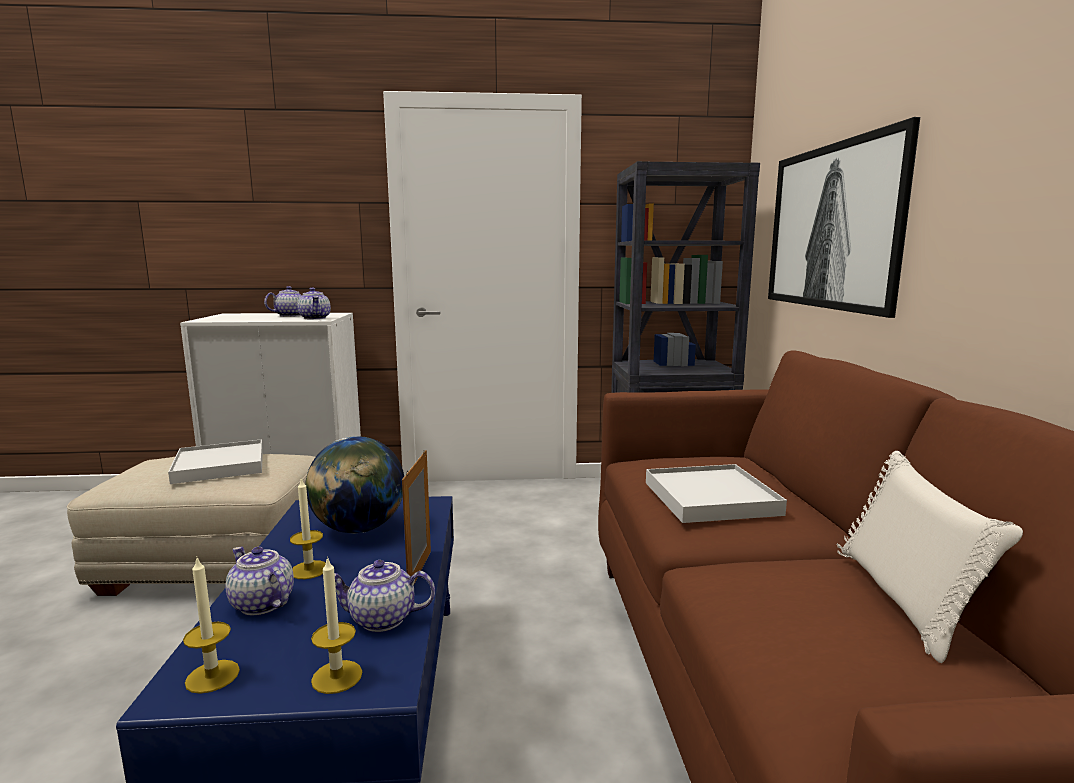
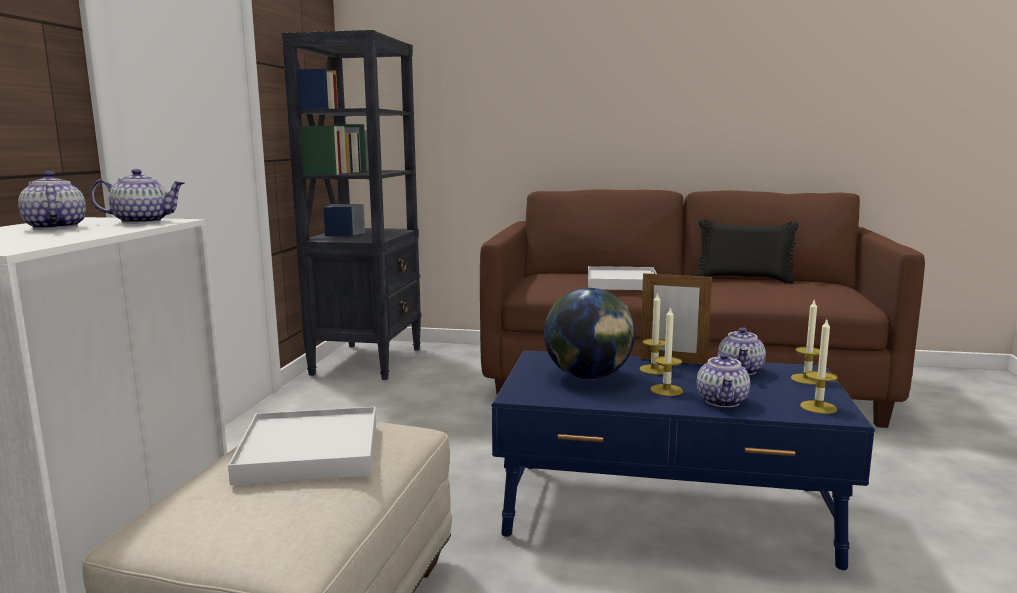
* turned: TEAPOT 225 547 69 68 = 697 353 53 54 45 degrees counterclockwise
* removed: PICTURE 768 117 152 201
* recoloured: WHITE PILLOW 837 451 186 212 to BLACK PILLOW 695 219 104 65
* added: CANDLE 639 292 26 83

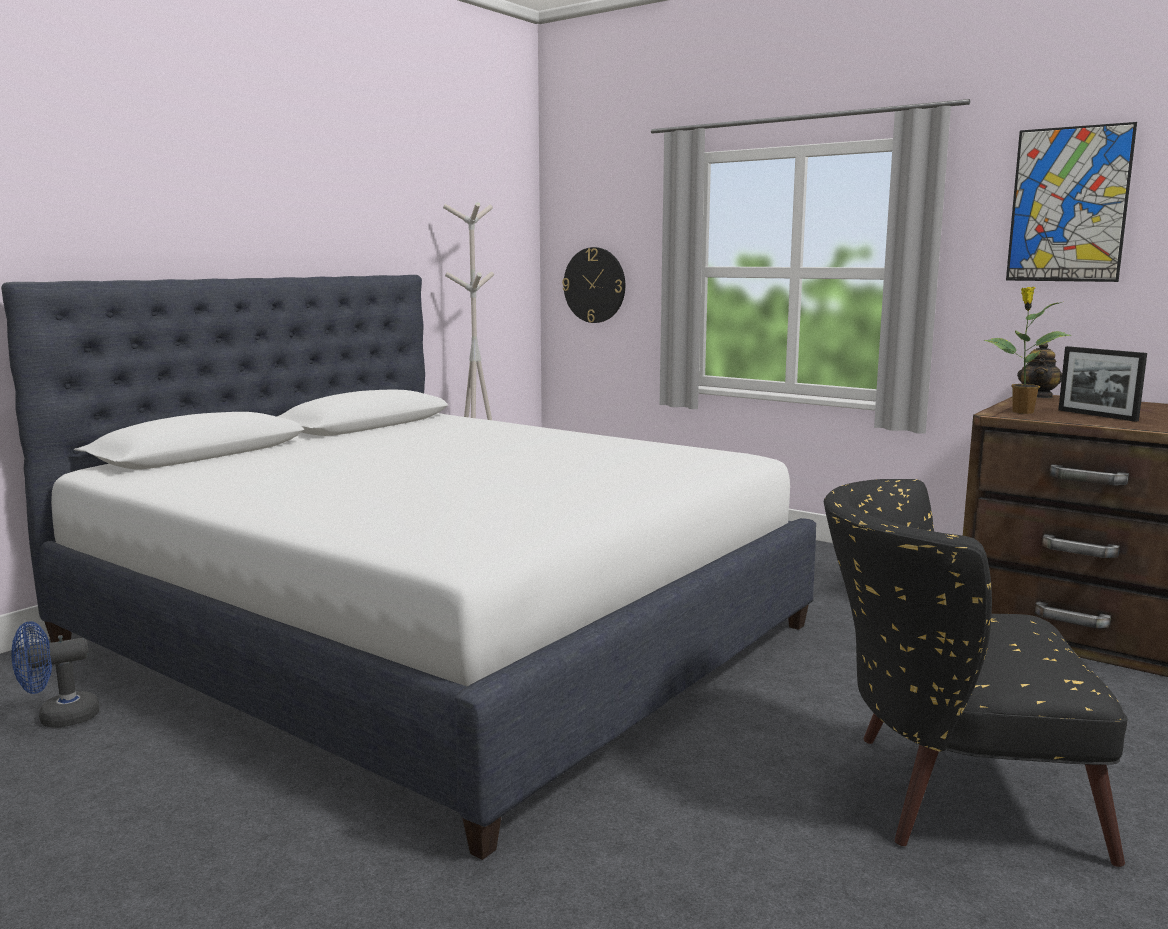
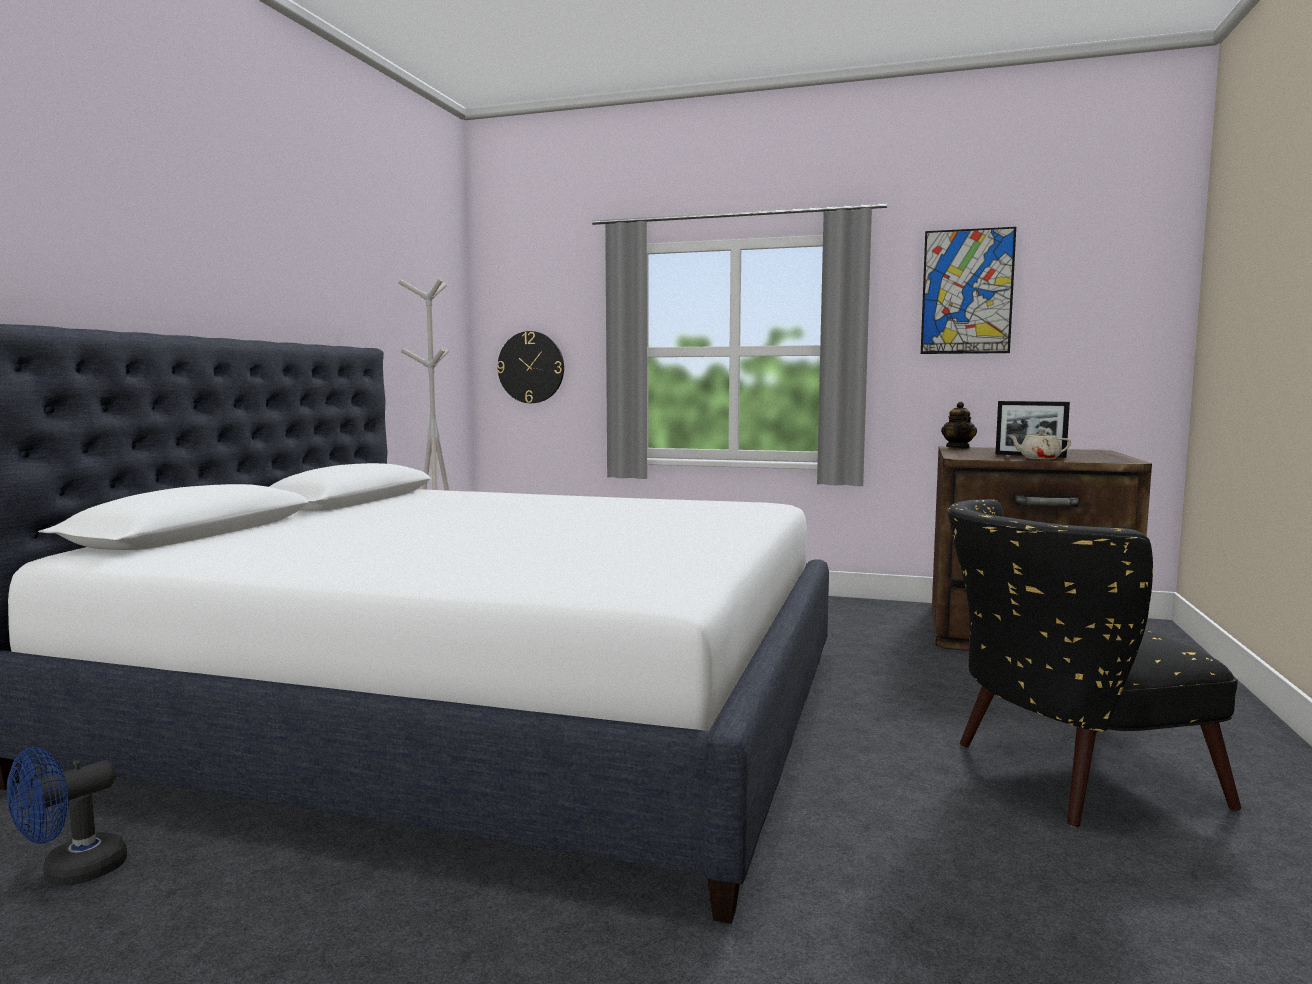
* removed: POTTED PLANT 984 287 87 127
* added: BEIGE TEAPOT 1008 429 63 30

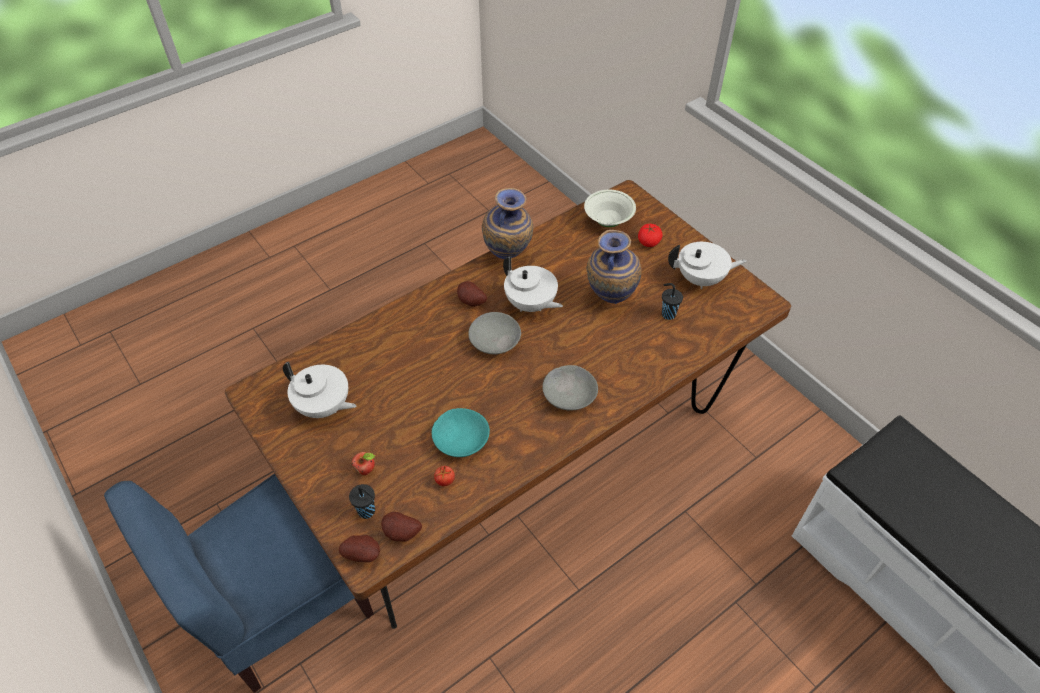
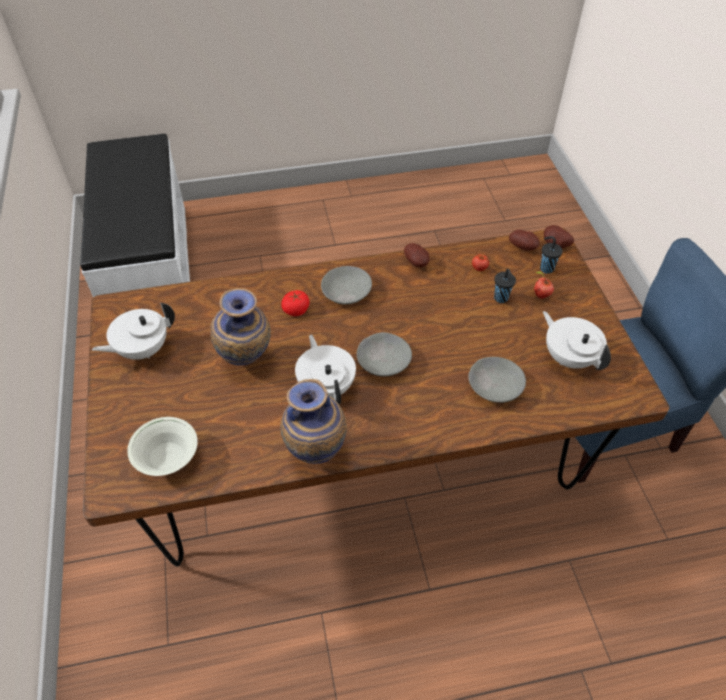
* removed: TURQUOISE BOWL 432 408 58 49
* moved: POTATO 457 281 30 26 to 404 243 25 24
* moved: TOMATO 638 224 25 23 to 281 290 28 26
* moved: BLACK CUP 662 283 21 37 to 494 269 22 34
* turned: WHITE TEAPOT 668 242 79 47 = 92 303 83 57 60 degrees counterclockwise
* added: GREY BOWL 468 357 58 46

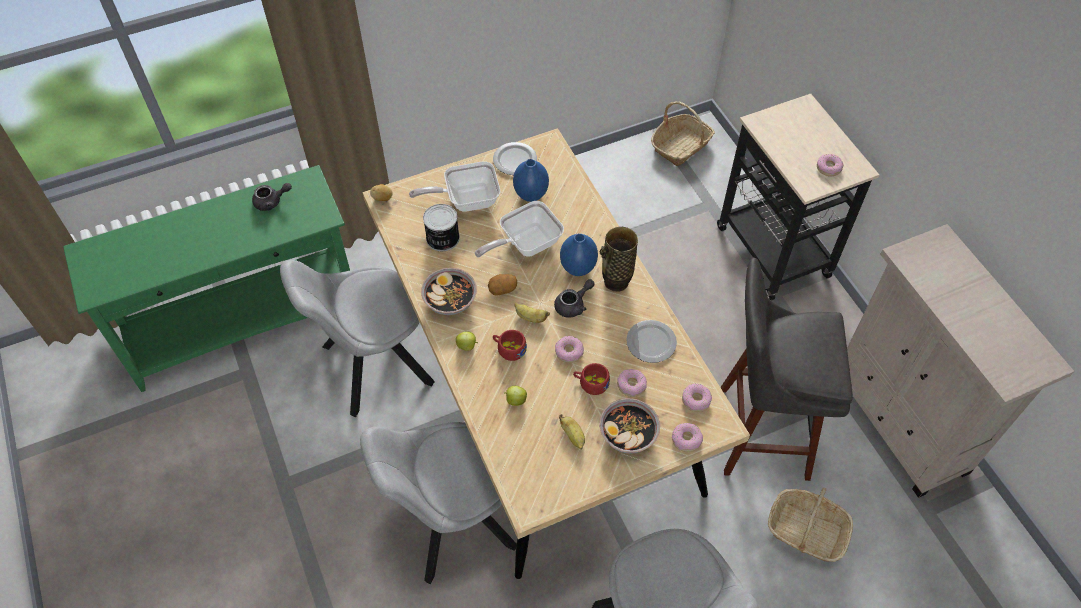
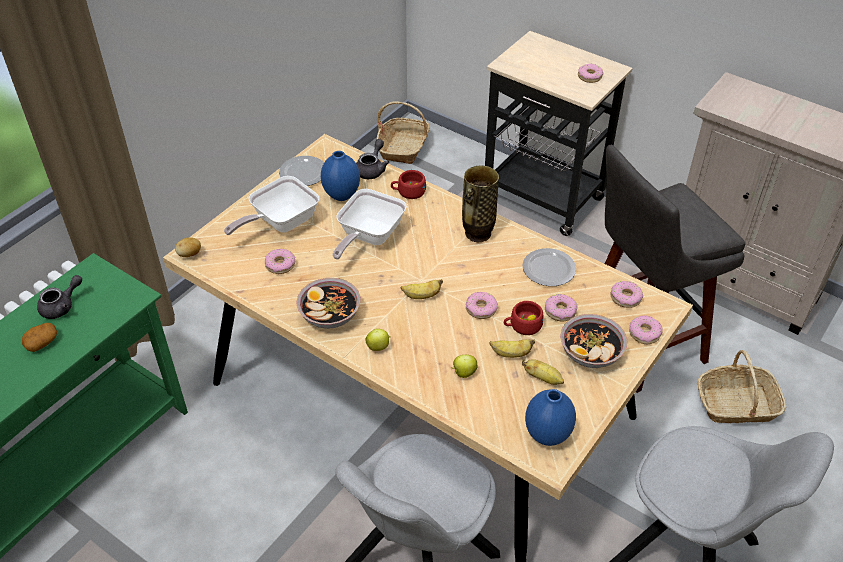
* removed: GREY CHAIR 280 260 155 157
* replaced: CAN 423 204 37 47 to DONUT 265 249 30 25
* moved: POTATO 488 274 29 22 to 22 323 35 29
* moved: RED CUP 493 330 34 31 to 391 170 35 29
* moved: GREY TEAPOT 554 279 41 39 to 356 139 33 40
* moved: BLUE VASE 560 233 38 43 to 525 389 51 57
* added: BANANA 489 339 46 19

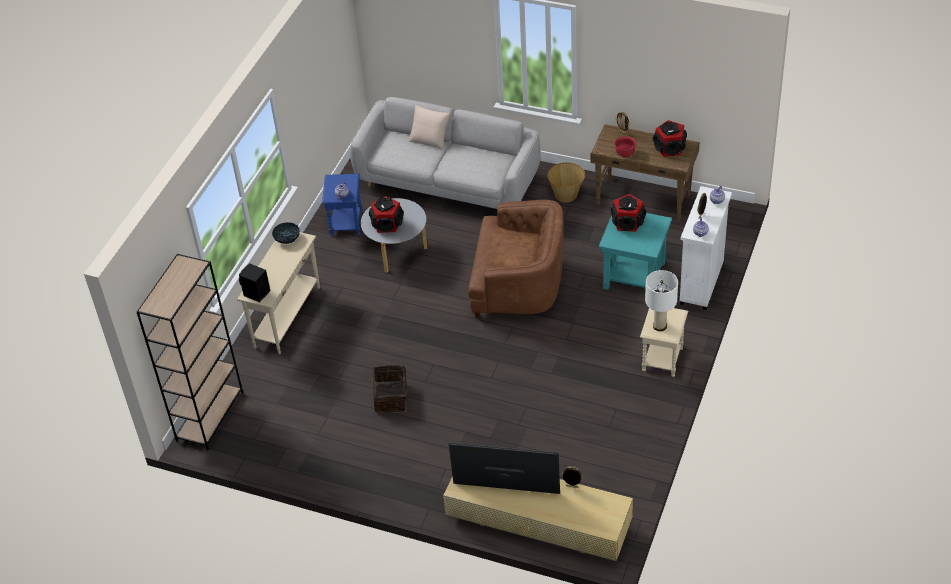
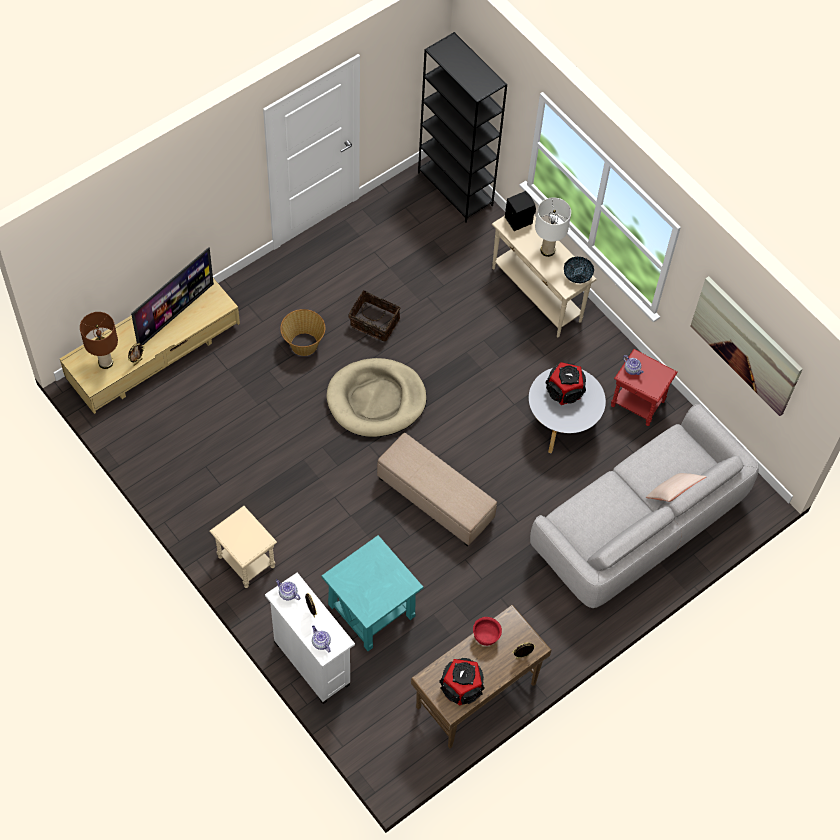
* recoloured: BEIGE BOOKCASE 136 254 107 196 to BLACK BOOKCASE 418 32 89 191
* recoloured: BLUE SIDE TABLE 322 174 40 62 to RED SIDE TABLE 611 349 67 77
* replaced: BROWN ARMCHAIR 468 200 96 119 to BEIGE OTTOMAN 377 433 120 113
* moved: BASKET 547 162 38 40 to 280 309 45 47
* removed: SPEAKER 611 194 35 38
* moved: WHITE TABLE LAMP 645 270 33 61 to 535 197 36 60
* added: BROWN TABLE LAMP 80 312 38 57
* added: BEIGE DOG BED 326 358 101 79
* added: PICTURE 690 276 113 140

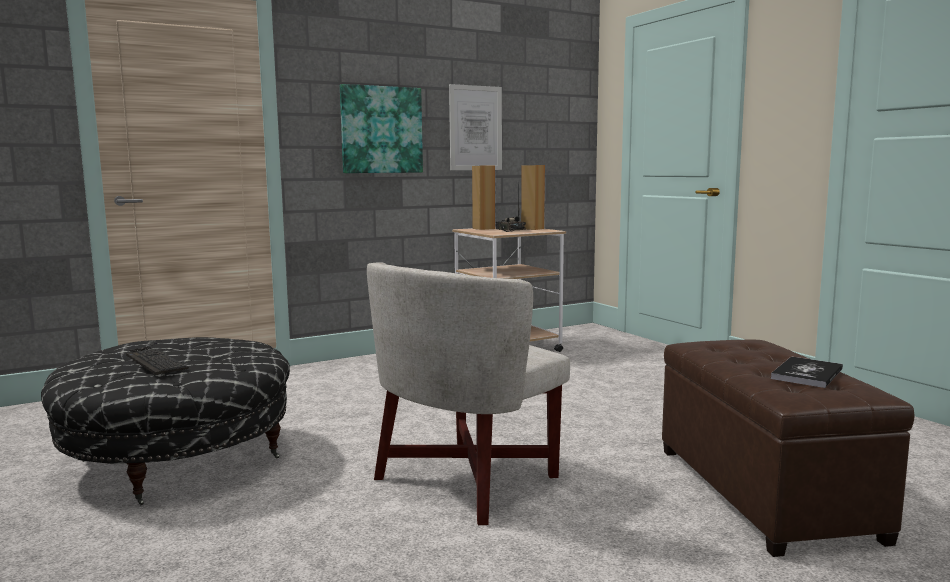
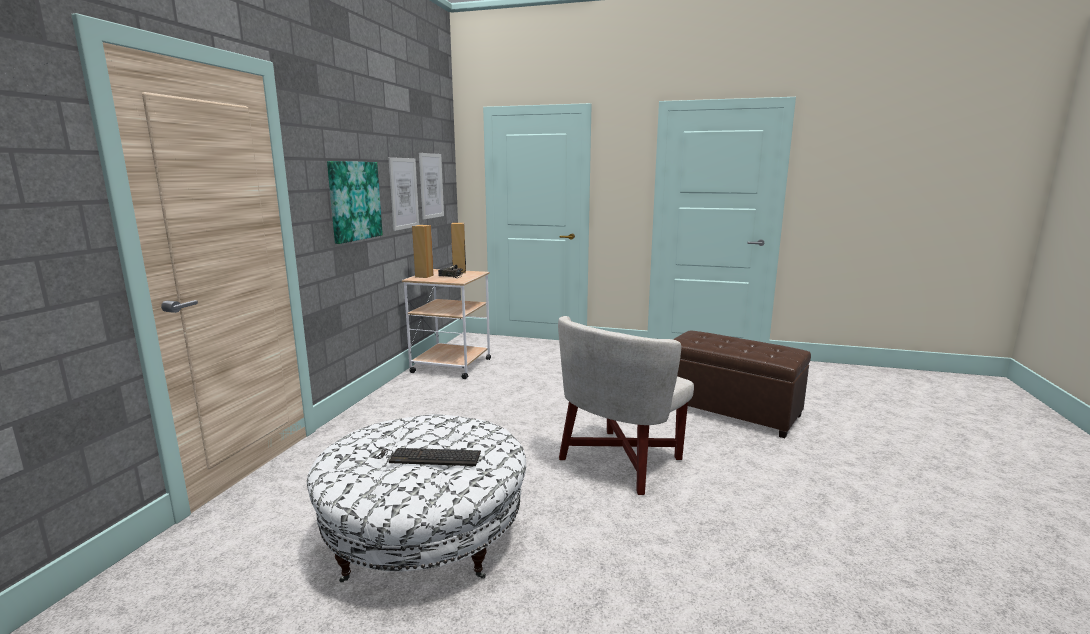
* recoloured: BLACK OTTOMAN 41 337 249 168 to WHITE OTTOMAN 307 414 219 169
* turned: WHITE ARMCHAIR 367 262 203 263 = 558 316 136 179 45 degrees clockwise
* removed: BOOK 771 357 72 31
* added: PICTURE 419 153 25 67

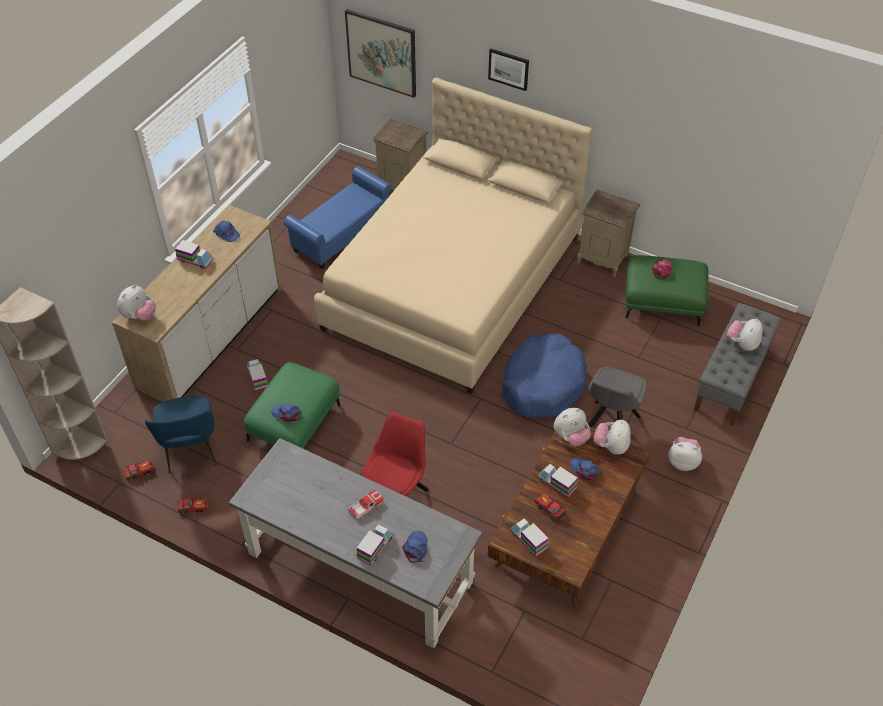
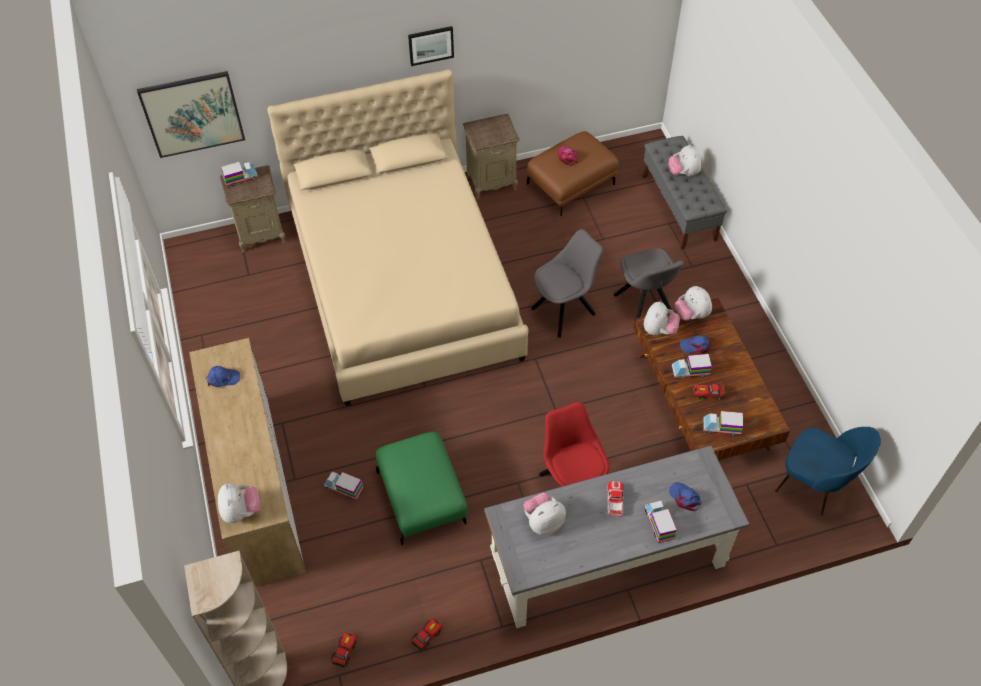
* moved: BLUE CHAIR 145 396 72 77 to 775 427 106 88
* moved: TOY TRUCK 175 240 38 29 to 221 162 37 25
* removed: BLUE CAP 271 403 31 19
* removed: BLUE OTTOMAN 284 166 108 103
* moved: PICTURE 488 49 41 42 to 408 26 46 40
* replaced: BLUE DOG BED 502 333 85 85 to GREY CHAIR 531 229 72 109
* recoloured: GREEN OTTOMAN 626 255 83 71 to BROWN OTTOMAN 527 131 92 85
* moved: PLUSH TOY 668 437 34 34 to 524 493 42 42

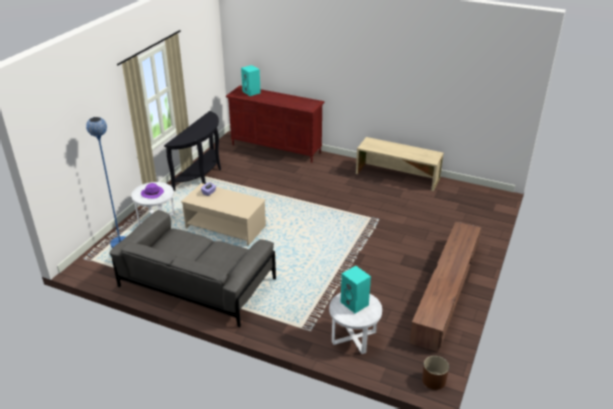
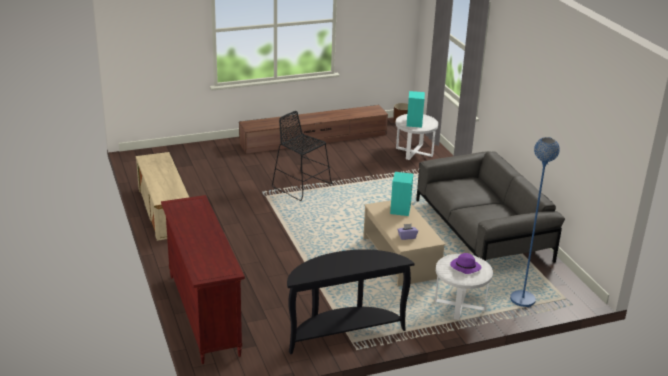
* moved: TURQUOISE SPEAKER 241 65 20 31 to 390 172 23 44
* added: BLACK STOOL 272 111 61 90

